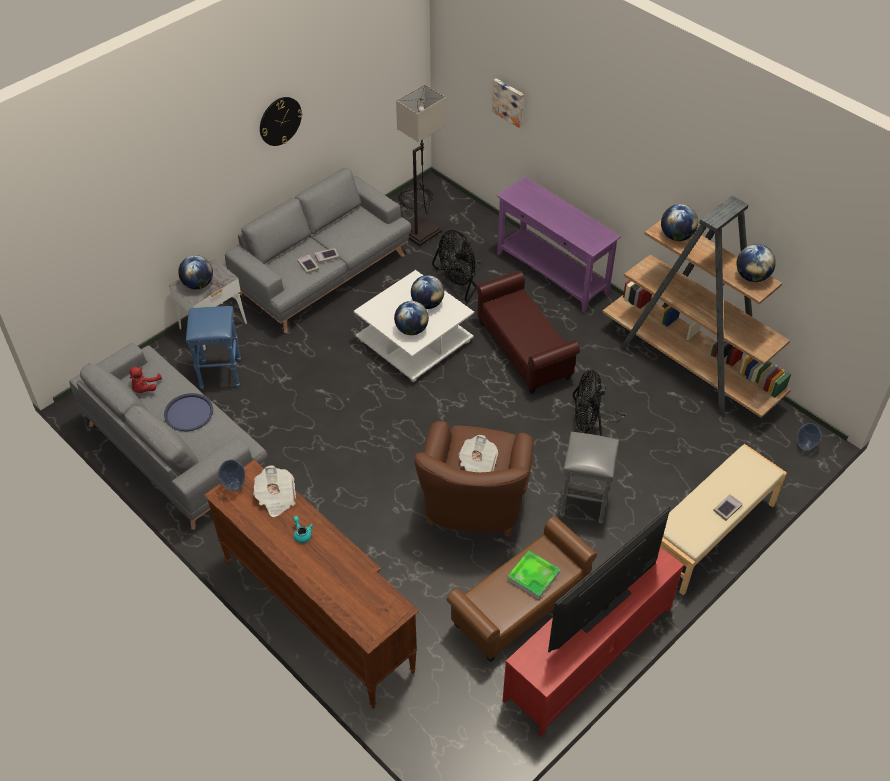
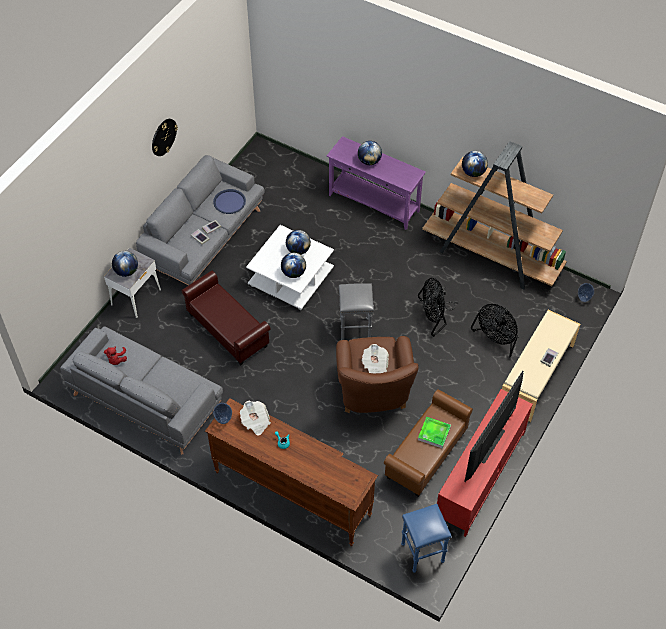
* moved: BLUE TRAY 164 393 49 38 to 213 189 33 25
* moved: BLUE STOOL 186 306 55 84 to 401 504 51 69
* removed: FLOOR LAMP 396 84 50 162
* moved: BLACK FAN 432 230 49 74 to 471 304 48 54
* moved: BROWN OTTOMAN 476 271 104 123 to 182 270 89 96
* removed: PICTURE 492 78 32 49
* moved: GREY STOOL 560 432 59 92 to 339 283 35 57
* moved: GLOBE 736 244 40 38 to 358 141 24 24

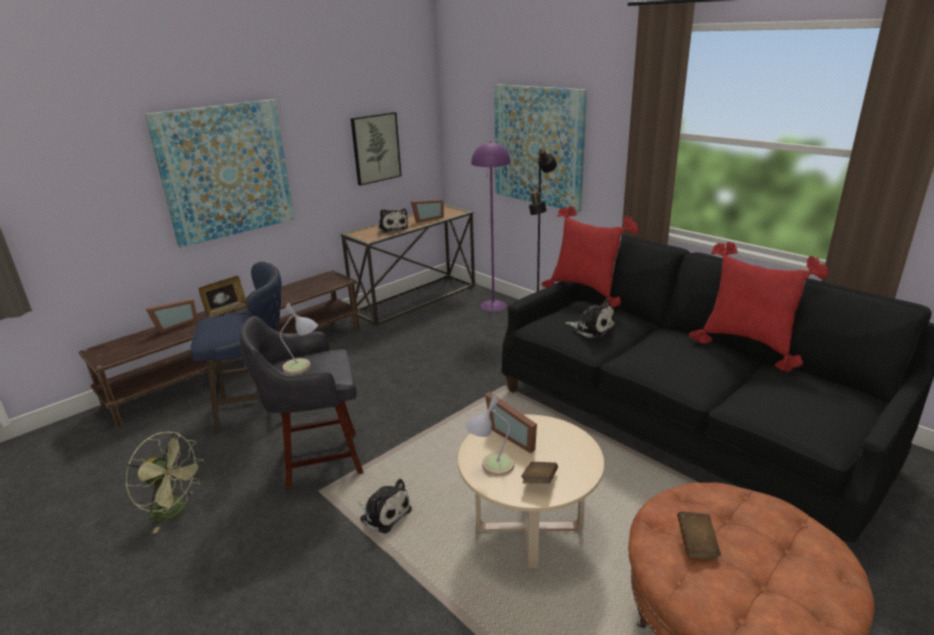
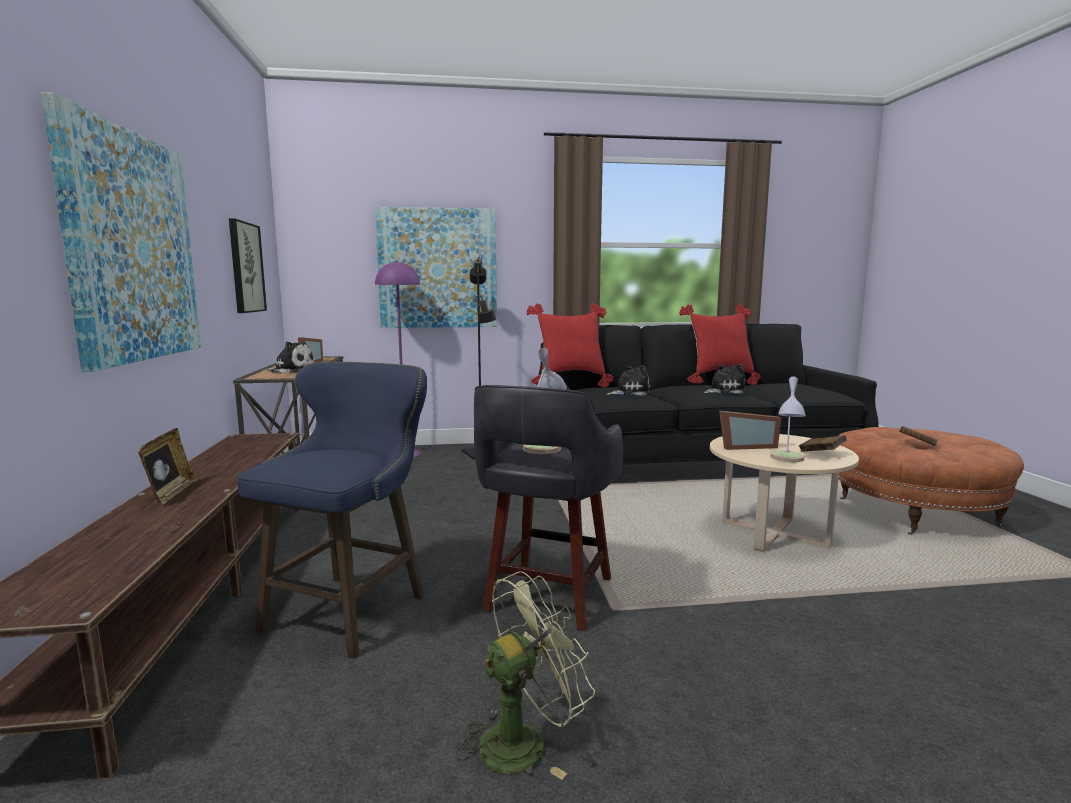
* removed: PICTURE FRAME 145 299 53 34
* moved: PLUSH TOY 358 479 54 55 to 703 364 44 30

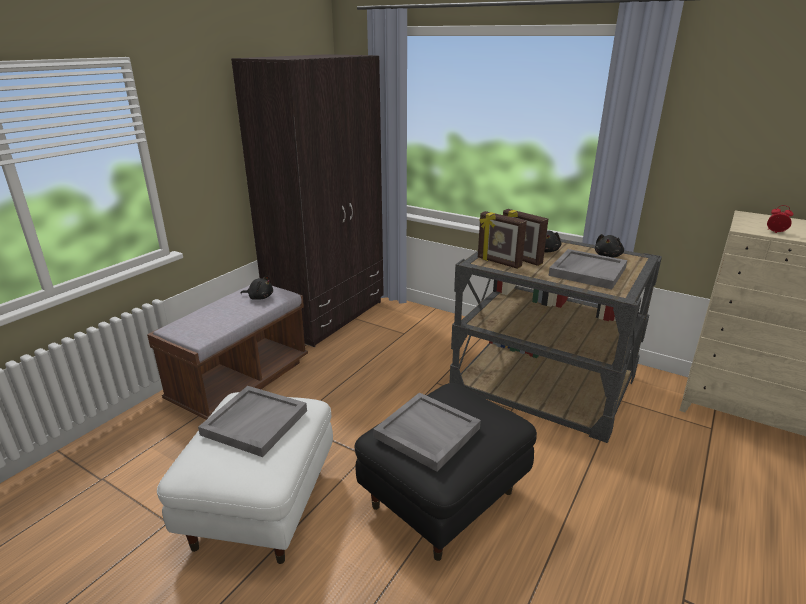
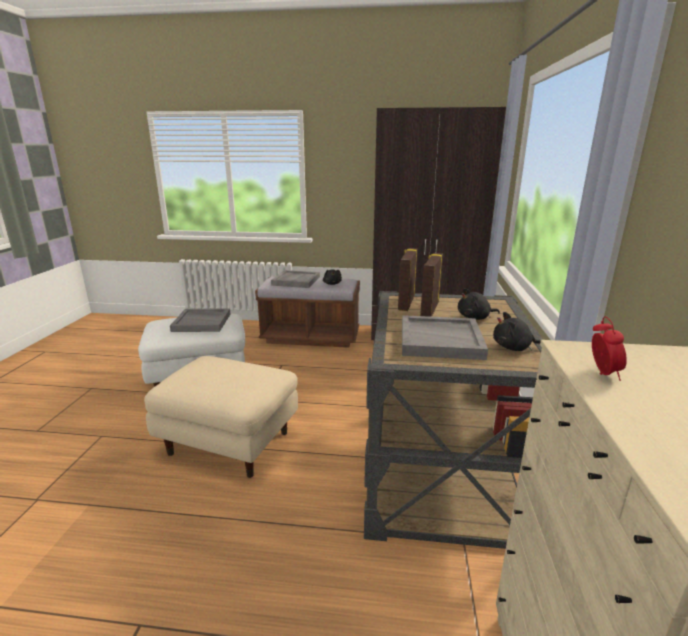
* recoloured: BLACK OTTOMAN 354 383 183 178 to BEIGE OTTOMAN 144 356 154 122
* moved: GREY TRAY 373 392 108 80 to 271 270 49 18

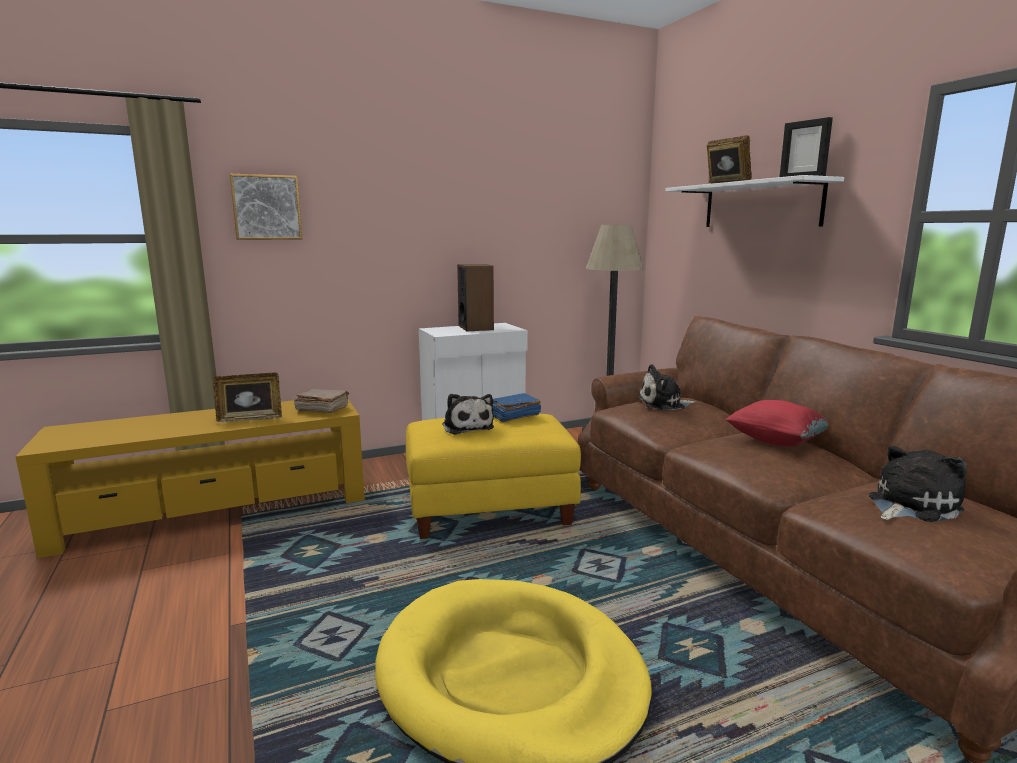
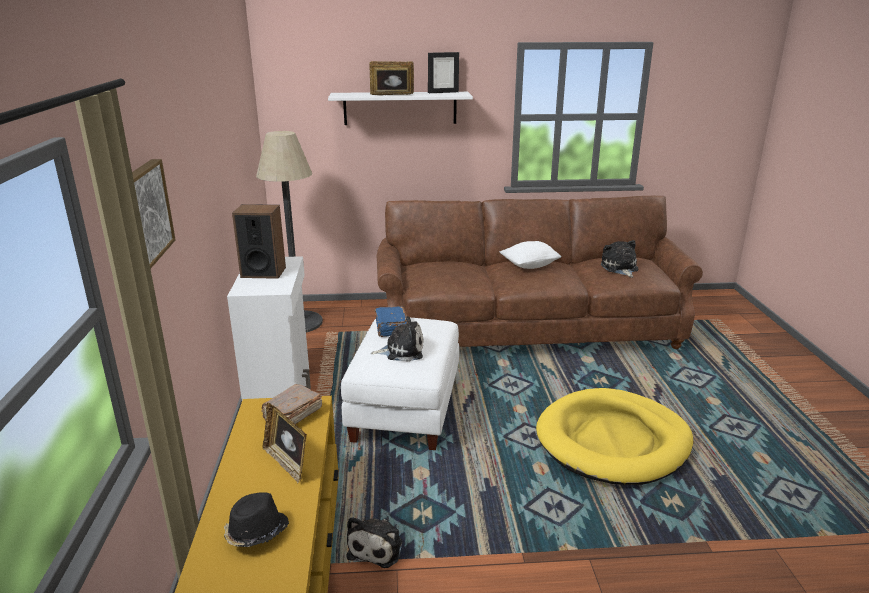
* turned: PICTURE FRAME 213 373 69 49 = 263 403 44 81 135 degrees clockwise
* recoloured: YELLOW OTTOMAN 406 414 175 125 to WHITE OTTOMAN 341 318 118 132
* moved: PLUSH TOY 638 364 58 46 to 346 517 56 51
* recoloured: RED PILLOW 725 400 103 46 to WHITE PILLOW 499 241 63 28
* added: BLACK HAT 224 492 65 55

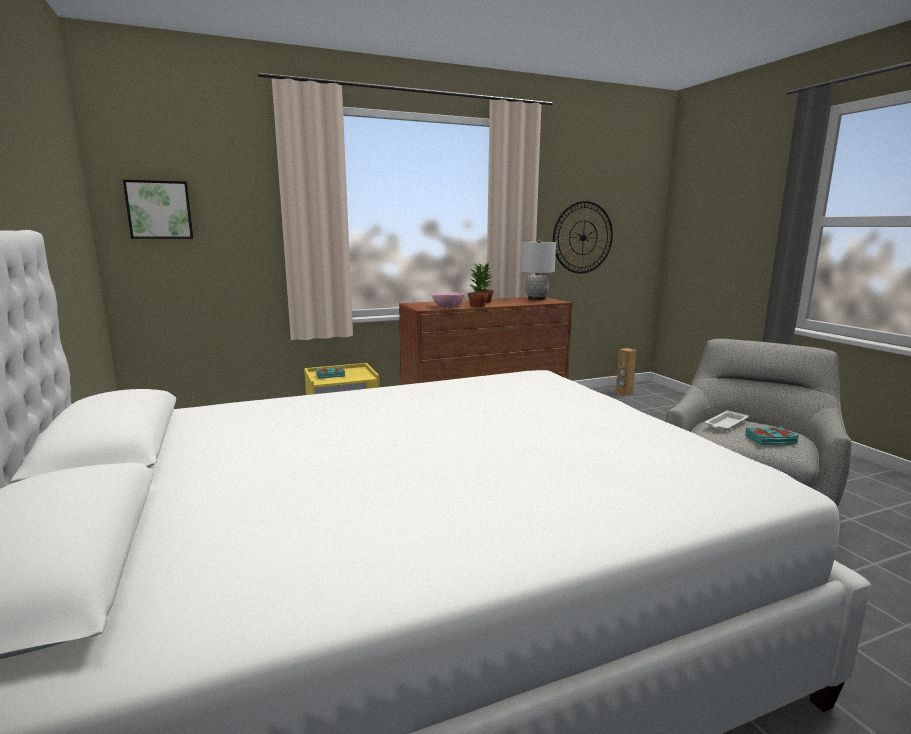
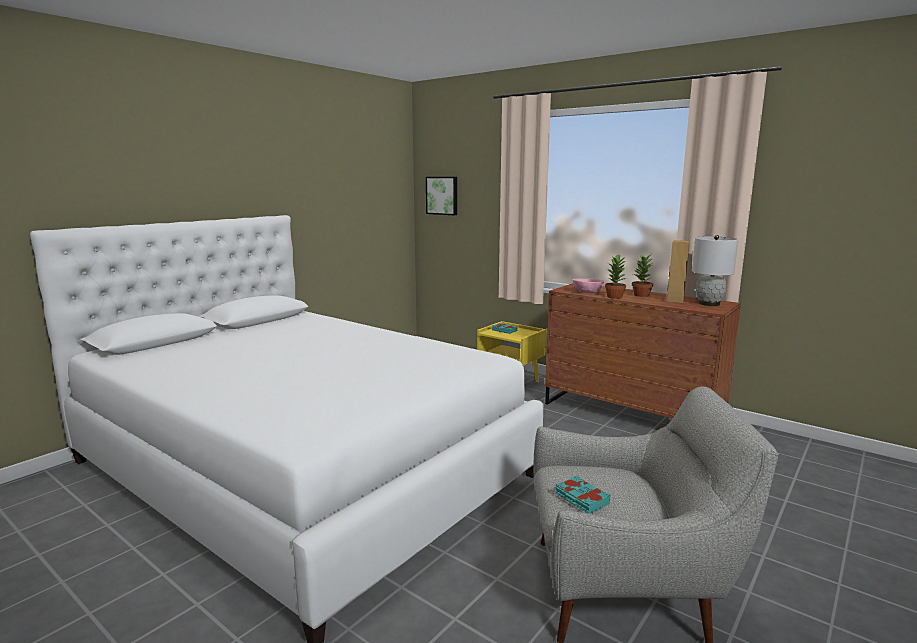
* removed: WALL CLOCK 553 201 60 73
* moved: BROWN SPEAKER 616 348 20 47 to 667 240 23 63
* removed: WHITE TRAY 705 410 44 21

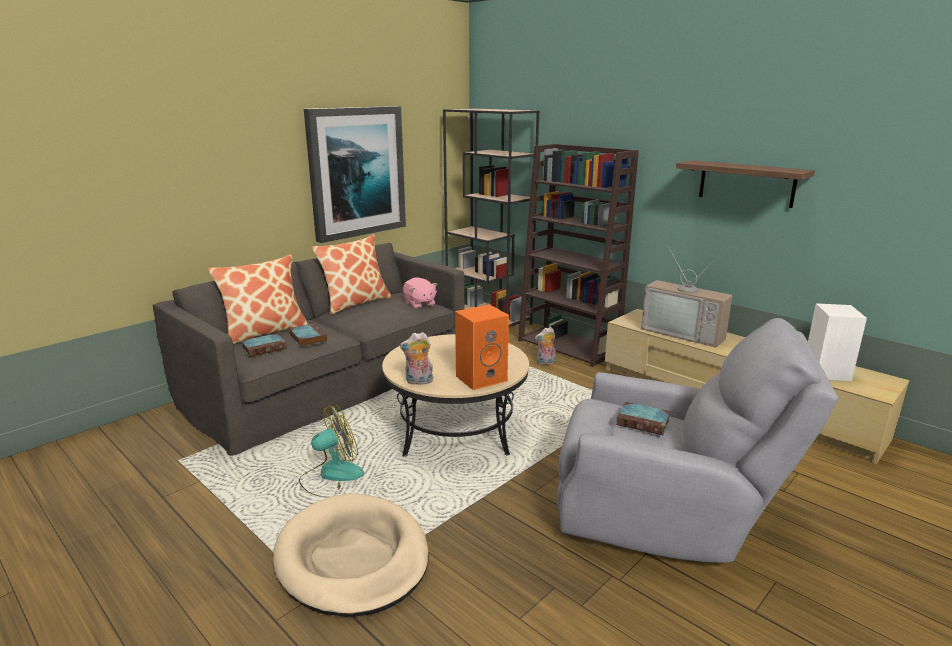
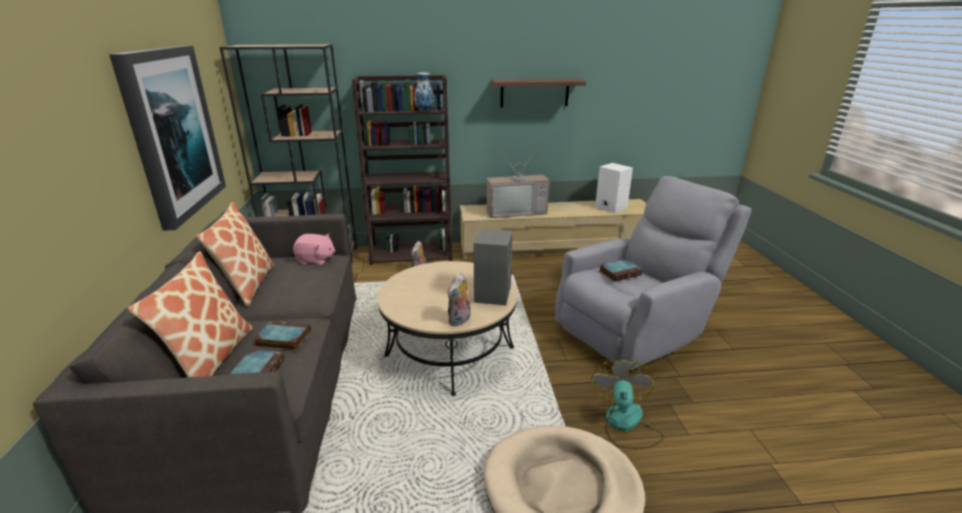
* moved: FAN 299 405 65 92 to 591 358 73 91
* recoloured: ORANGE SPEAKER 455 305 54 85 to GREY SPEAKER 474 229 38 76
* added: VASE 414 73 20 38

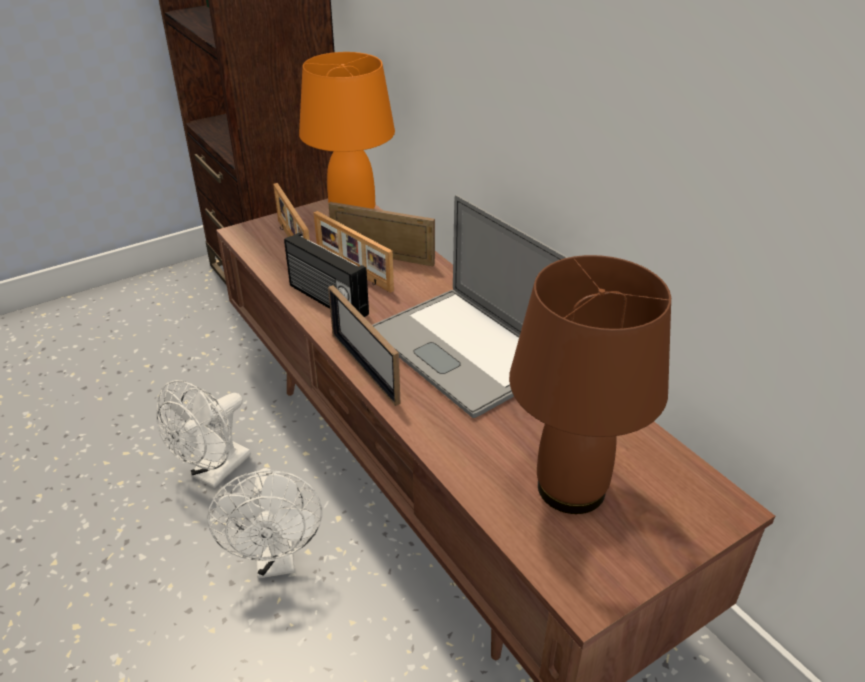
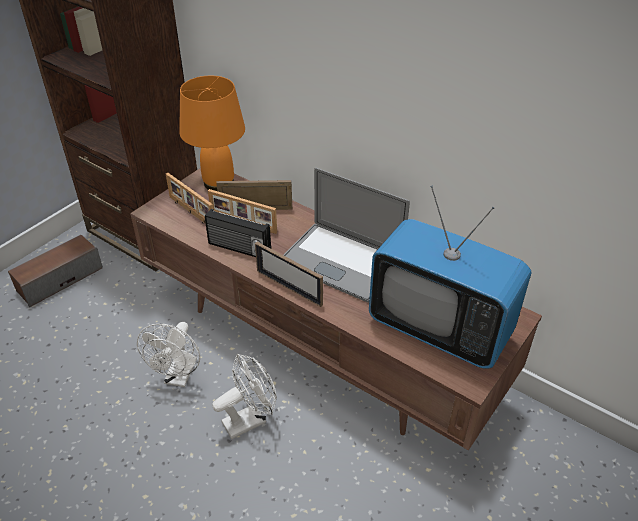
* turned: WHITE FAN 207 468 115 110 = 212 354 65 85 90 degrees counterclockwise
* replaced: BROWN TABLE LAMP 509 255 162 259 to TELEVISION 369 186 162 183
* added: SPEAKER 8 235 95 72

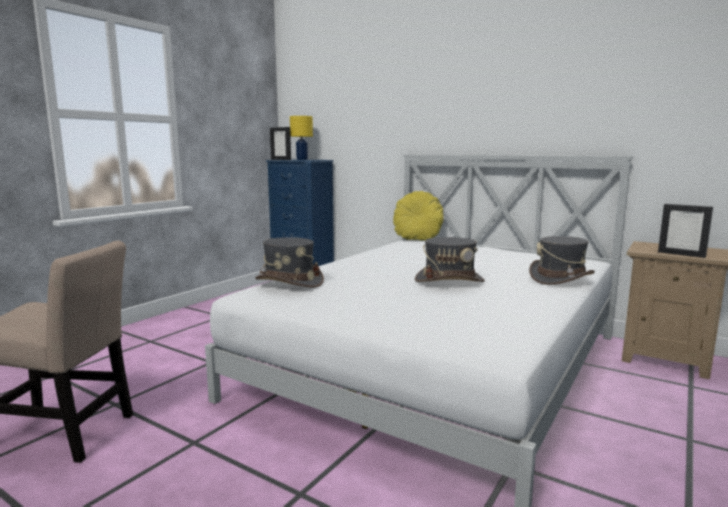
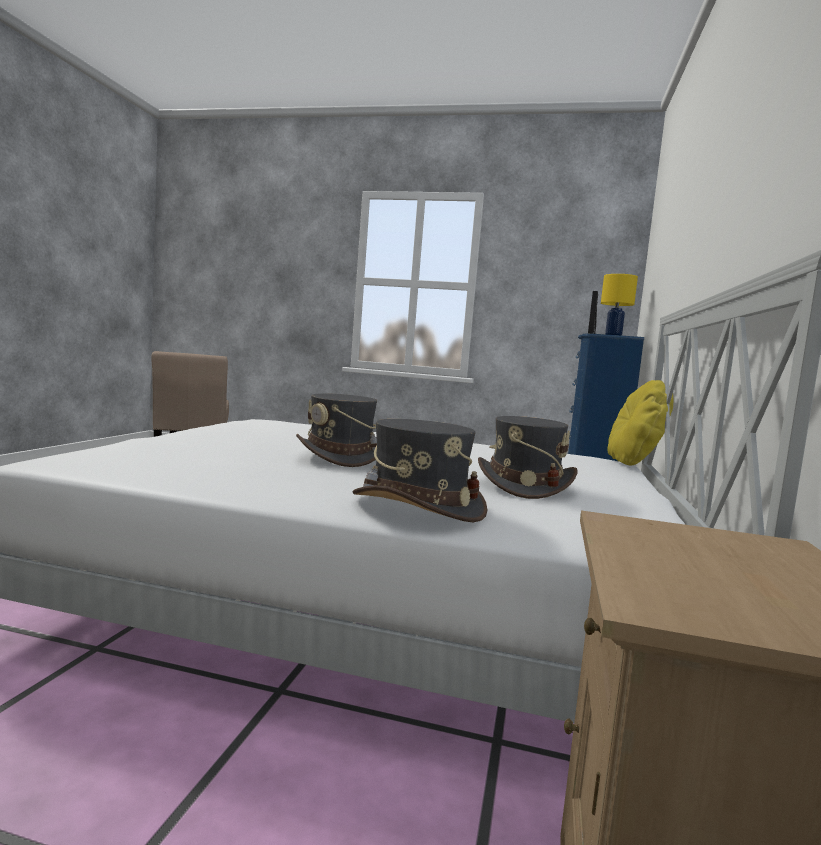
* moved: GREY HAT 255 237 69 51 to 478 416 100 83
* removed: PICTURE FRAME 658 204 55 54

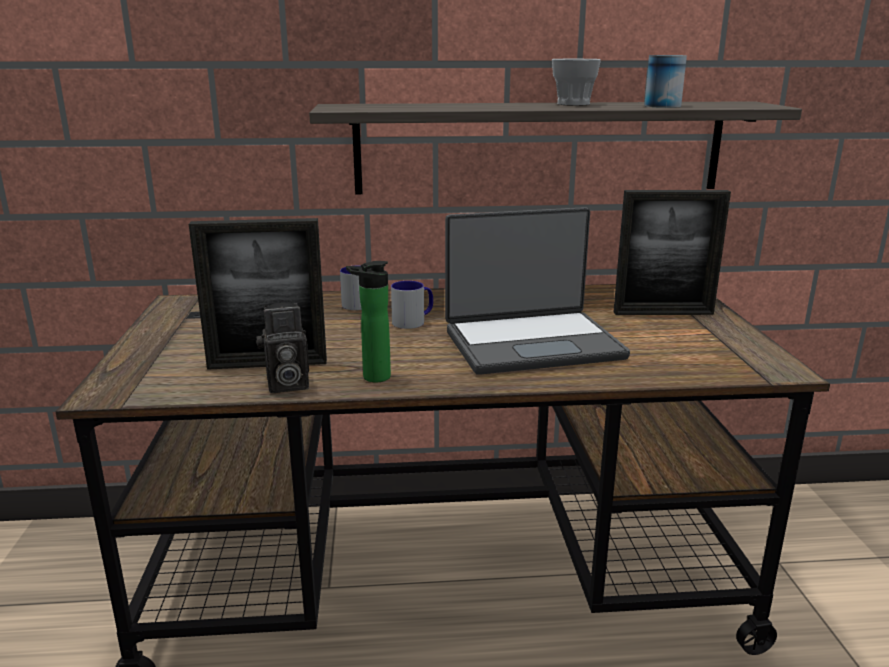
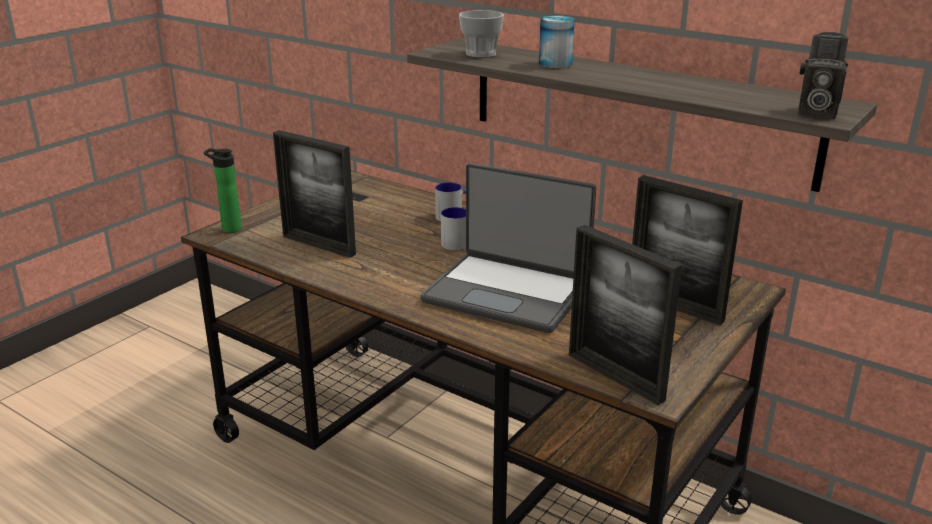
* moved: PHOTO CAMERA 257 302 52 91 to 798 32 50 87
* moved: BOTTLE 346 261 45 121 to 204 148 38 85
* moved: CUP 552 59 49 47 to 459 10 45 48
* moved: CAN 644 55 43 53 to 539 16 36 52
* added: PICTURE FRAME 569 225 113 180

